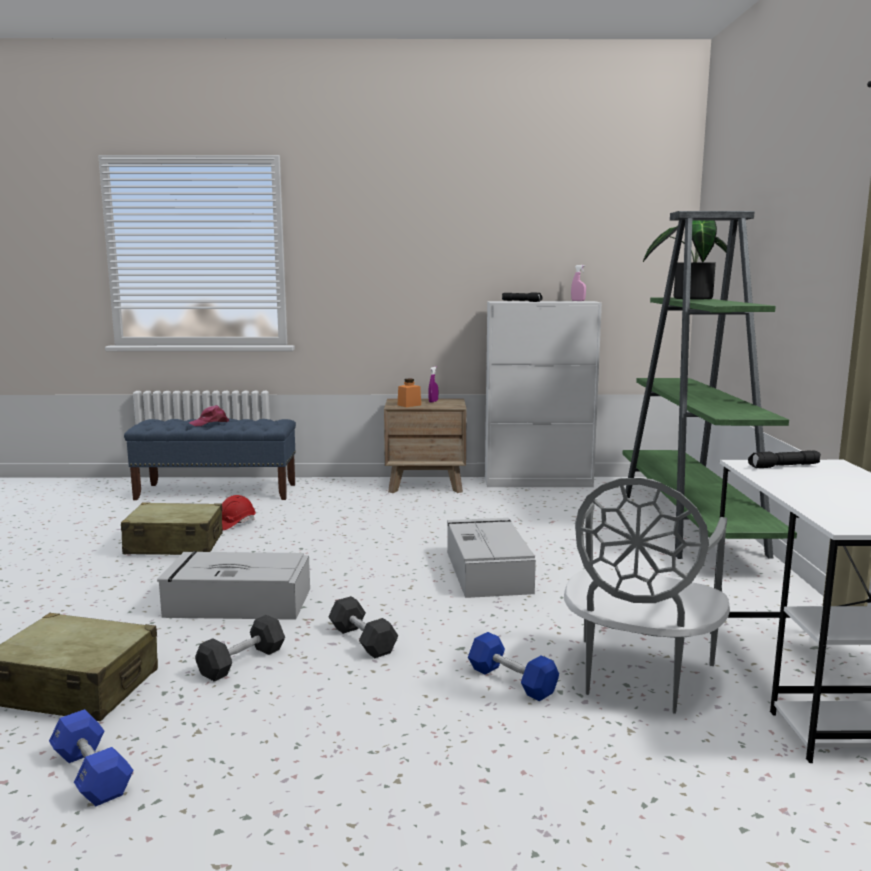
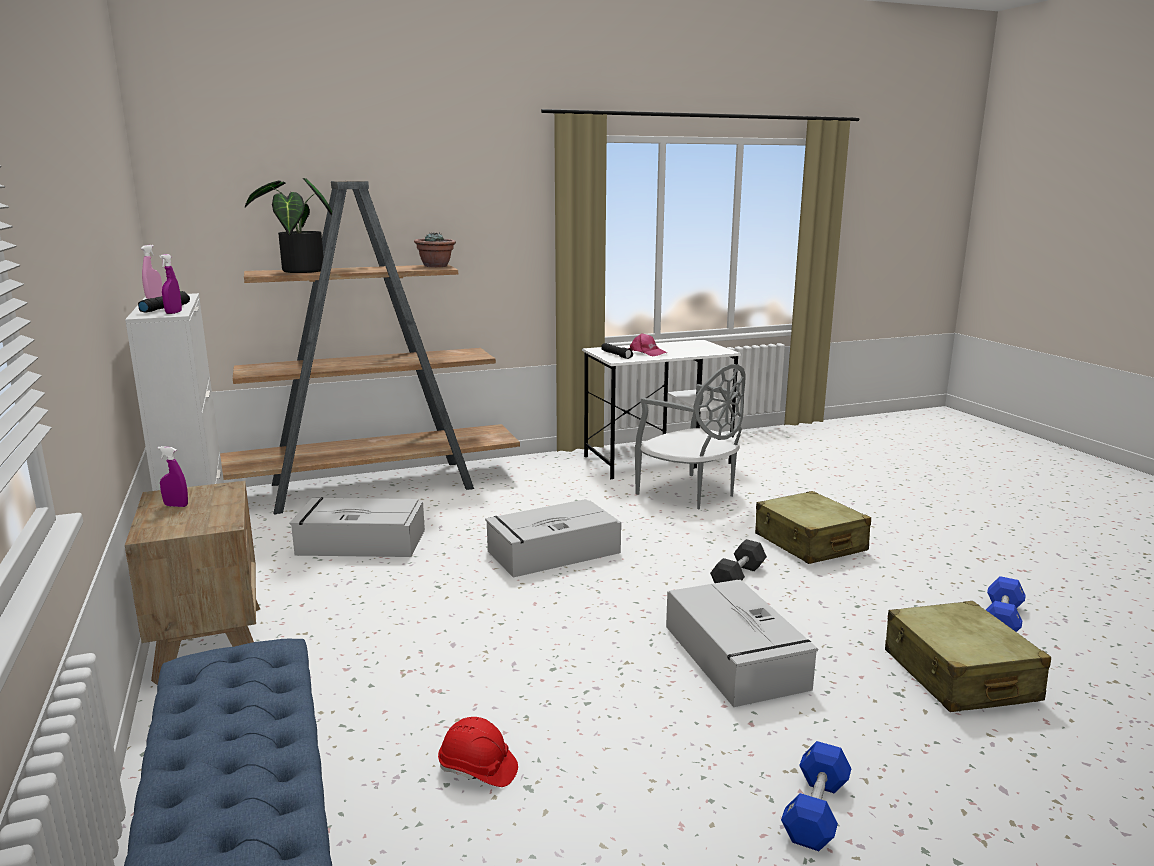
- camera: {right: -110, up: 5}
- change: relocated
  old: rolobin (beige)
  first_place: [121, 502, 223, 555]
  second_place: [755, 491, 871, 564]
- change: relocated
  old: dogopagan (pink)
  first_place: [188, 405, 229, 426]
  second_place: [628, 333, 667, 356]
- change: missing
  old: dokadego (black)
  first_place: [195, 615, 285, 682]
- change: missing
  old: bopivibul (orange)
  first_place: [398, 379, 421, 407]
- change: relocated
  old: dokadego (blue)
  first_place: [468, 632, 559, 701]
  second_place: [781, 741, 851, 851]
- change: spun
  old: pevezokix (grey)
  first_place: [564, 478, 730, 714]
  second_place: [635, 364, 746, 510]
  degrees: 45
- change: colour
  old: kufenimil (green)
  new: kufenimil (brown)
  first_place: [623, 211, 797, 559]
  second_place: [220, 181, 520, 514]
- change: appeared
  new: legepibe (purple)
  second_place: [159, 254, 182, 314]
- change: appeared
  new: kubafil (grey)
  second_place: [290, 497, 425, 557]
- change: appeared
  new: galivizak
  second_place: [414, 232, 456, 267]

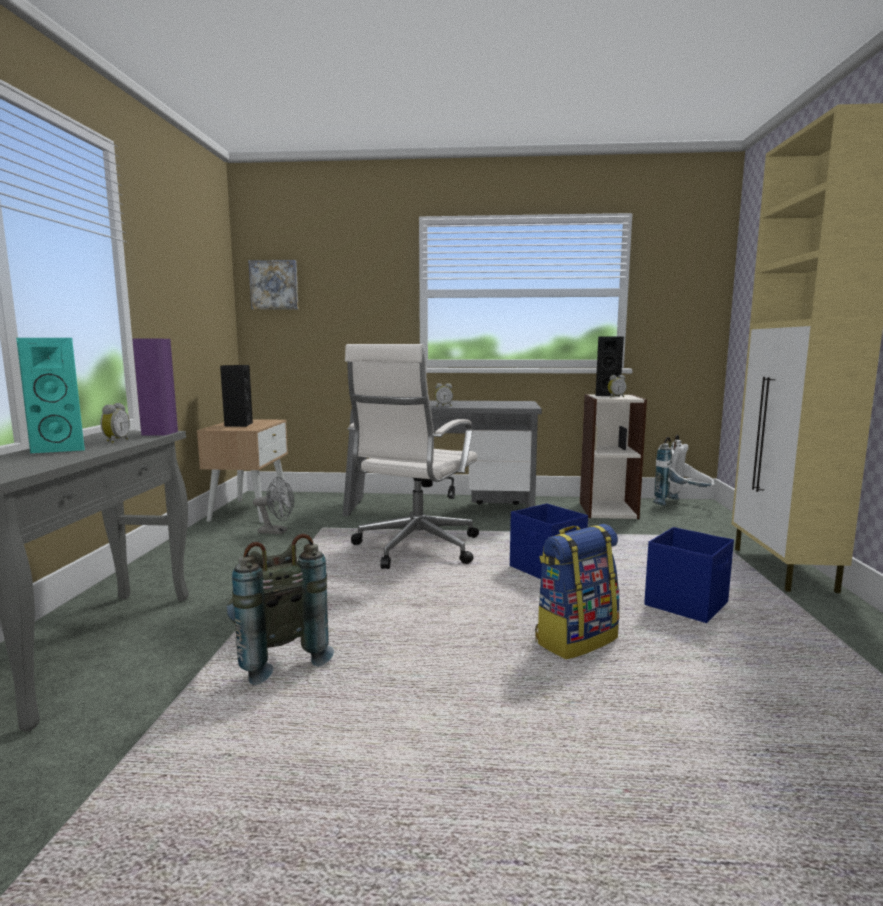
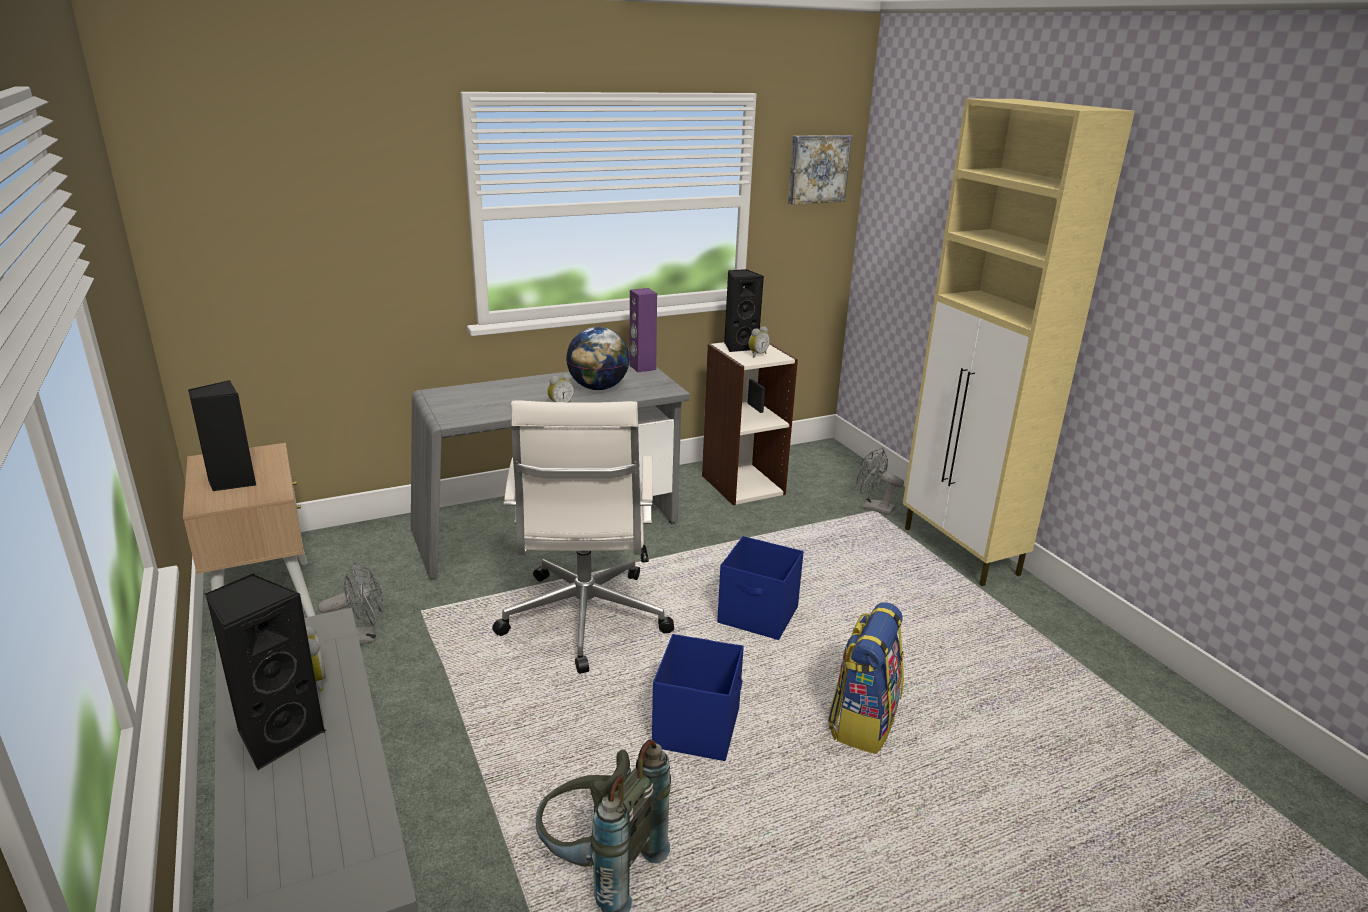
- camera: {right: -30, up: 15}
- change: colour
  old: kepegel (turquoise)
  new: kepegel (black)
  first_place: [16, 338, 85, 454]
  second_place: [205, 573, 326, 770]
- change: relocated
  old: kepegel (purple)
  first_place: [132, 339, 178, 436]
  second_place: [629, 288, 657, 372]
- change: relocated
  old: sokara
  first_place: [248, 260, 299, 310]
  second_place: [788, 135, 852, 205]
- change: relocated
  old: kubafil (blue)
  first_place: [644, 527, 734, 623]
  second_place: [652, 634, 744, 761]
- change: missing
  old: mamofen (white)
  first_place: [653, 435, 715, 506]
- change: appeared
  new: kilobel
  second_place: [566, 327, 630, 390]
- change: appeared
  new: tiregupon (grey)
  second_place: [857, 448, 904, 515]

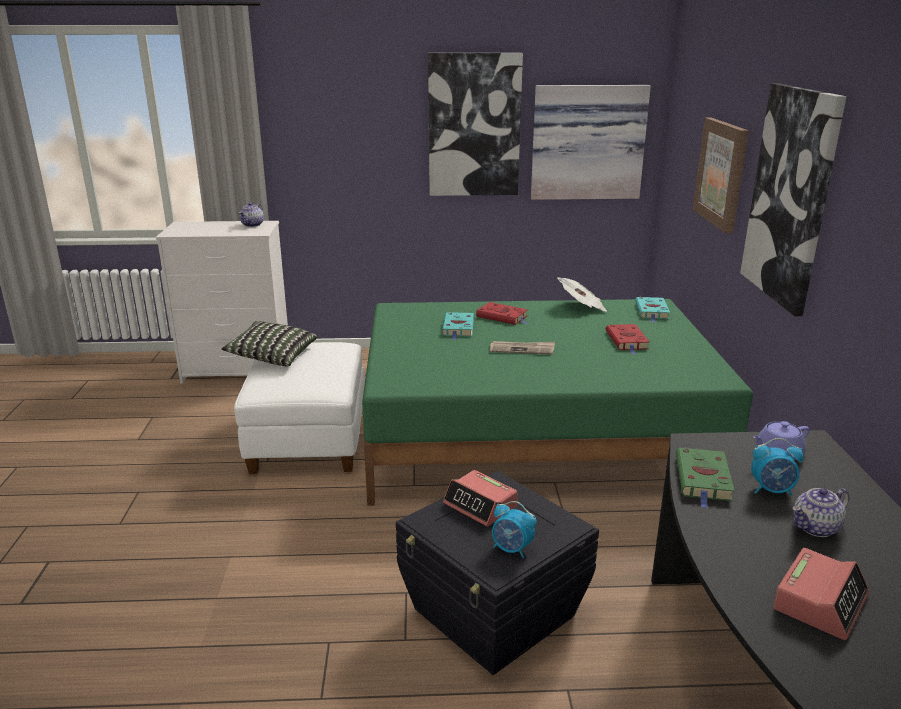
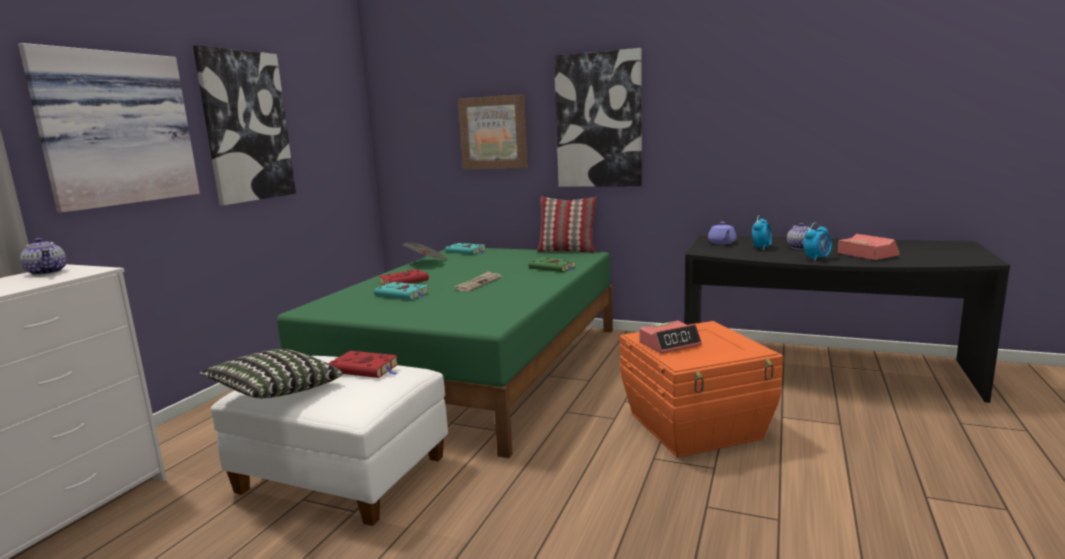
- camera: {right: -65, up: -10}
- change: colour
  old: kubafil (black)
  new: kubafil (orange)
  first_place: [396, 470, 599, 675]
  second_place: [620, 321, 783, 458]
- change: relocated
  old: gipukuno
  first_place: [492, 501, 537, 558]
  second_place: [803, 223, 832, 261]
- change: relocated
  old: sokara
  first_place: [531, 85, 651, 200]
  second_place: [18, 43, 200, 213]
- change: relocated
  old: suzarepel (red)
  first_place: [606, 324, 649, 354]
  second_place: [328, 351, 398, 378]
- change: relocated
  old: suzarepel (green)
  first_place: [676, 448, 735, 508]
  second_place: [529, 257, 576, 272]
- change: appeared
  new: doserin
  second_place: [537, 197, 597, 253]

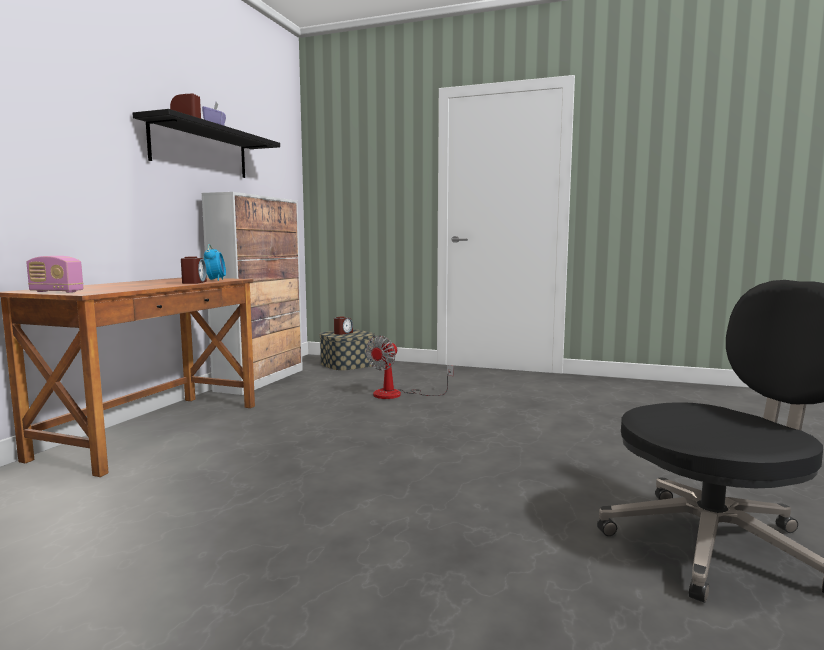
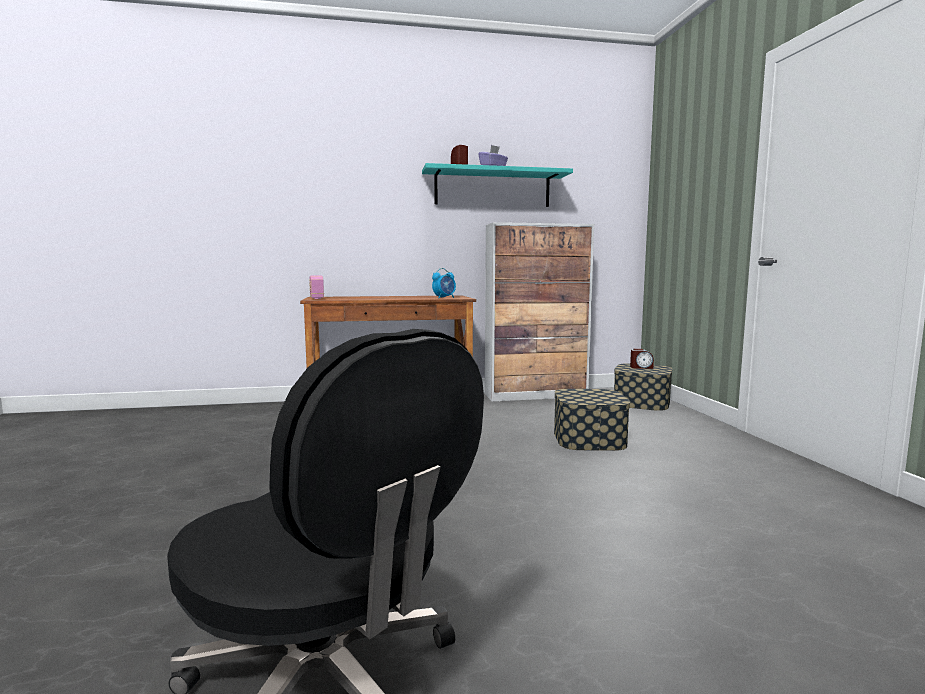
- camera: {right: 60, up: 0}
- change: colour
  old: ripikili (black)
  new: ripikili (turquoise)
  first_place: [133, 109, 280, 178]
  second_place: [422, 163, 573, 207]
- change: missing
  old: gipukuno
  first_place: [181, 257, 207, 284]
- change: exchanged
  old: tiregupon
  new: kubafil
  first_place: [365, 335, 454, 399]
  second_place: [554, 389, 630, 451]

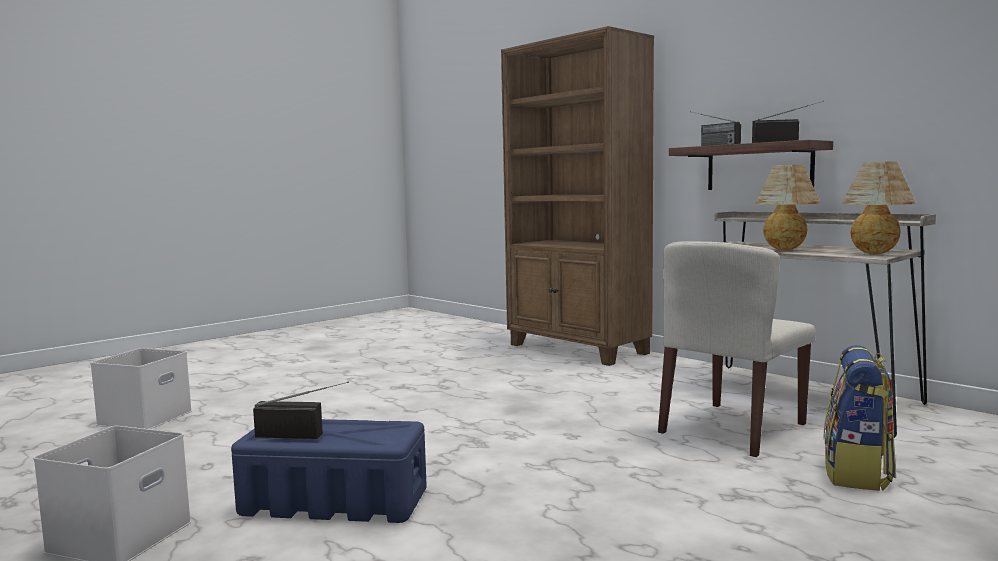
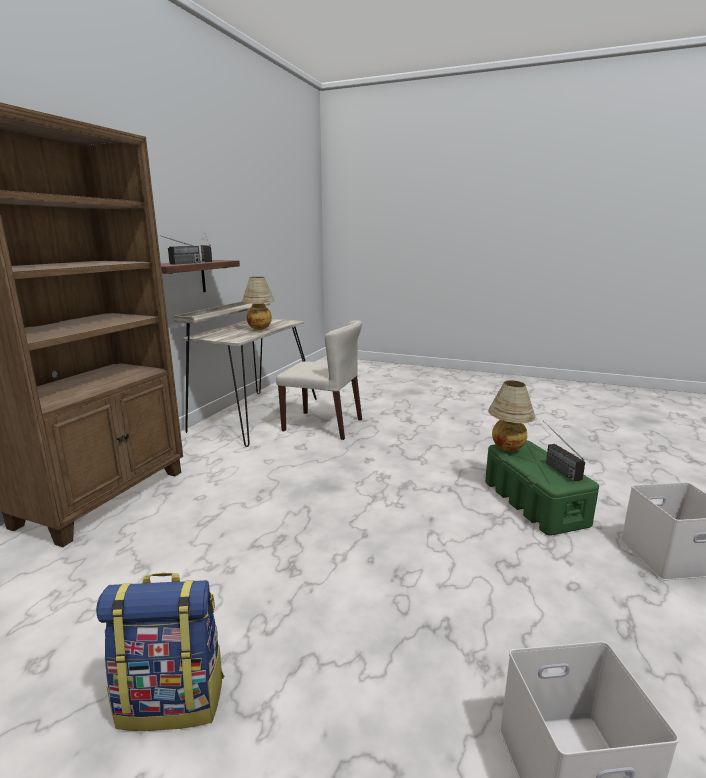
- camera: {right: -115, up: 10}
- change: colour
  old: kubafil (blue)
  new: kubafil (green)
  first_place: [231, 419, 427, 523]
  second_place: [485, 440, 599, 536]
- change: relocated
  old: mamofen
  first_place: [824, 345, 896, 491]
  second_place: [96, 573, 224, 731]
- change: relocated
  old: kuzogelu
  first_place: [842, 161, 916, 254]
  second_place: [488, 380, 535, 451]

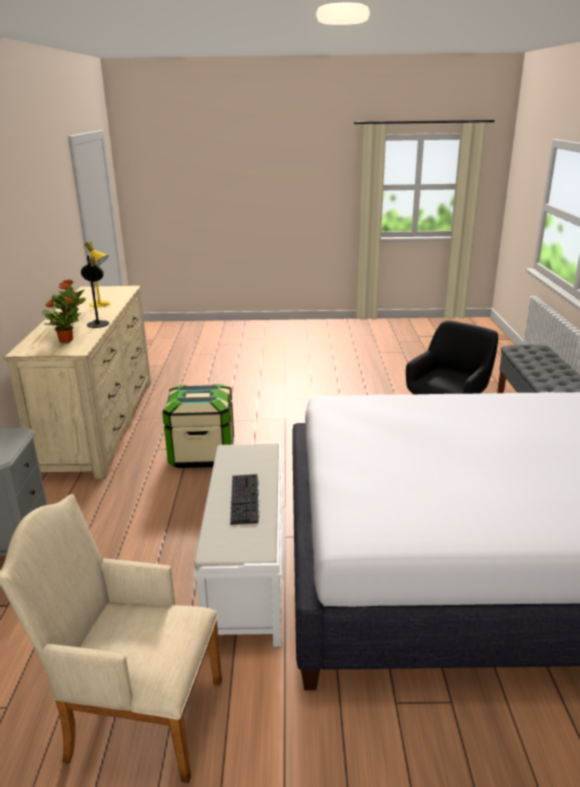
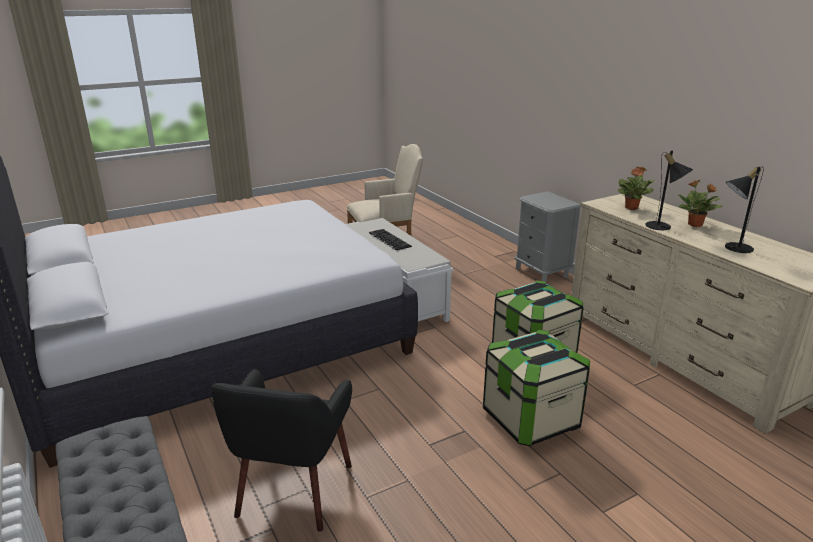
- camera: {right: 150, up: 0}
- change: colour
  old: kuzogelu (yellow)
  new: kuzogelu (black)
  first_place: [84, 241, 110, 307]
  second_place: [725, 166, 764, 253]
- change: appeared
  new: kubafil
  second_place: [483, 330, 590, 446]

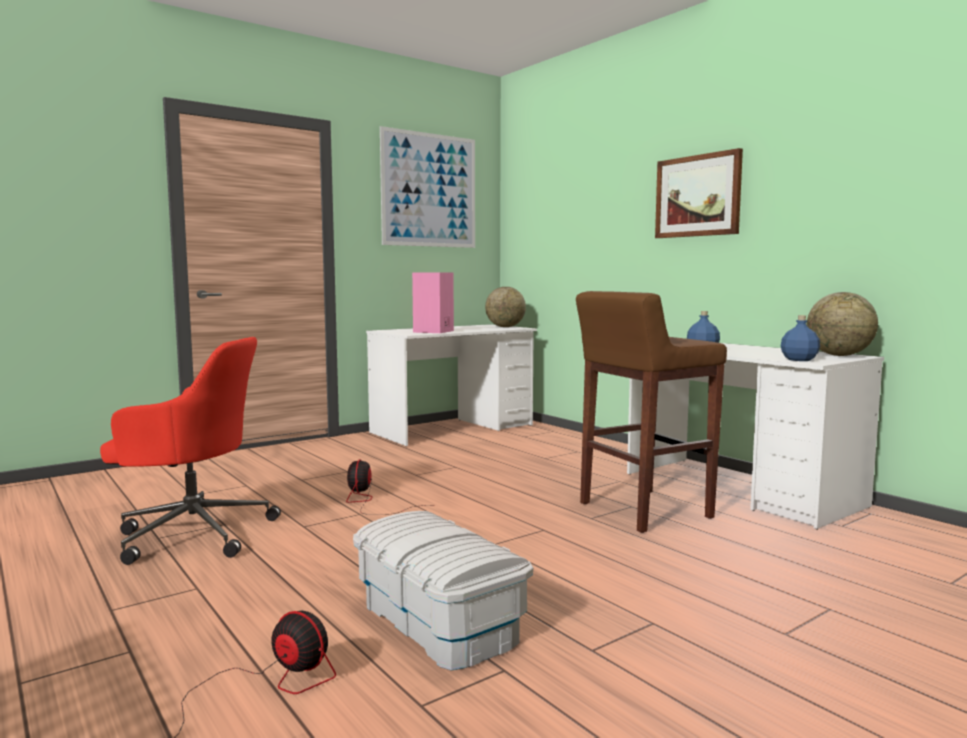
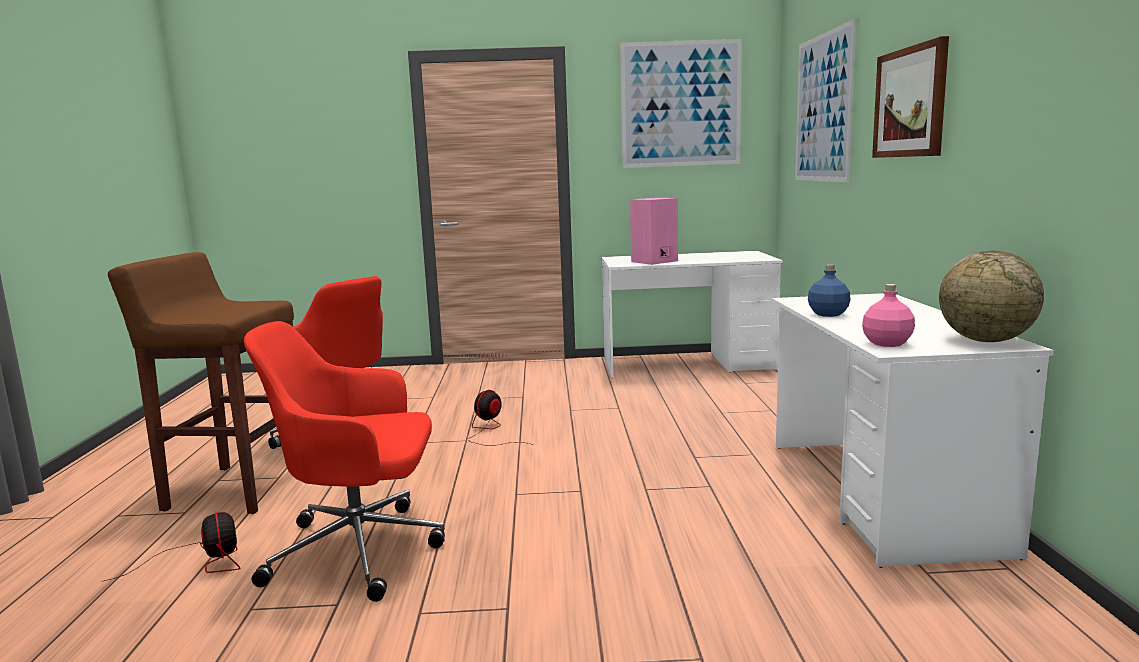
- camera: {right: 35, up: 5}
- change: exchanged
  old: kubafil (white)
  new: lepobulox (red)
  first_place: [353, 511, 533, 671]
  second_place: [244, 321, 445, 602]
- change: missing
  old: kilobel
  first_place: [485, 287, 526, 327]
- change: relocated
  old: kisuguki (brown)
  first_place: [576, 291, 727, 533]
  second_place: [108, 252, 294, 514]
- change: colour
  old: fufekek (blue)
  new: fufekek (pink)
  first_place: [781, 315, 820, 361]
  second_place: [862, 284, 915, 347]
- change: appeared
  new: sokara
  second_place: [795, 19, 856, 182]

